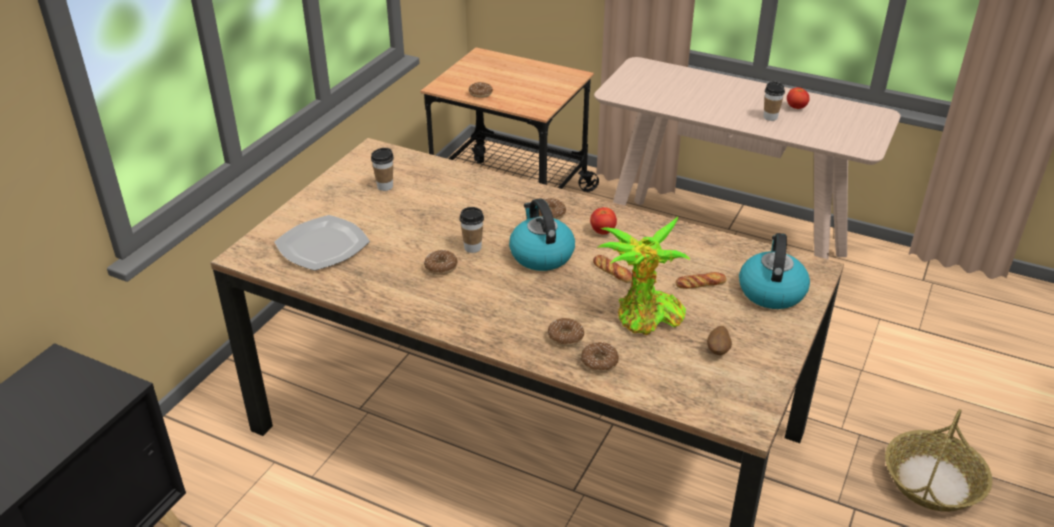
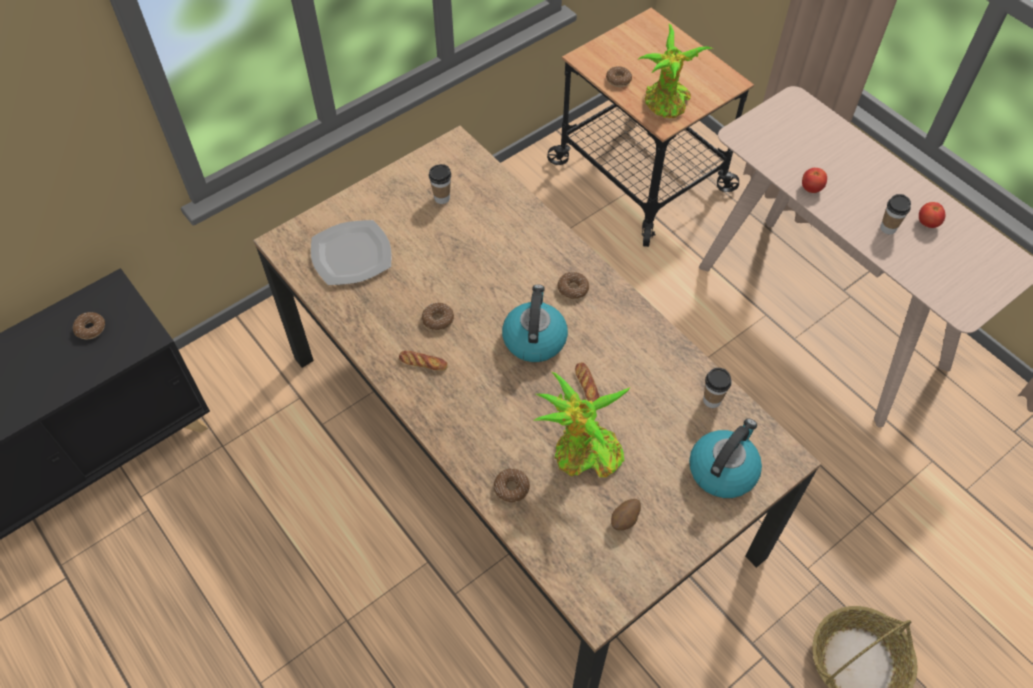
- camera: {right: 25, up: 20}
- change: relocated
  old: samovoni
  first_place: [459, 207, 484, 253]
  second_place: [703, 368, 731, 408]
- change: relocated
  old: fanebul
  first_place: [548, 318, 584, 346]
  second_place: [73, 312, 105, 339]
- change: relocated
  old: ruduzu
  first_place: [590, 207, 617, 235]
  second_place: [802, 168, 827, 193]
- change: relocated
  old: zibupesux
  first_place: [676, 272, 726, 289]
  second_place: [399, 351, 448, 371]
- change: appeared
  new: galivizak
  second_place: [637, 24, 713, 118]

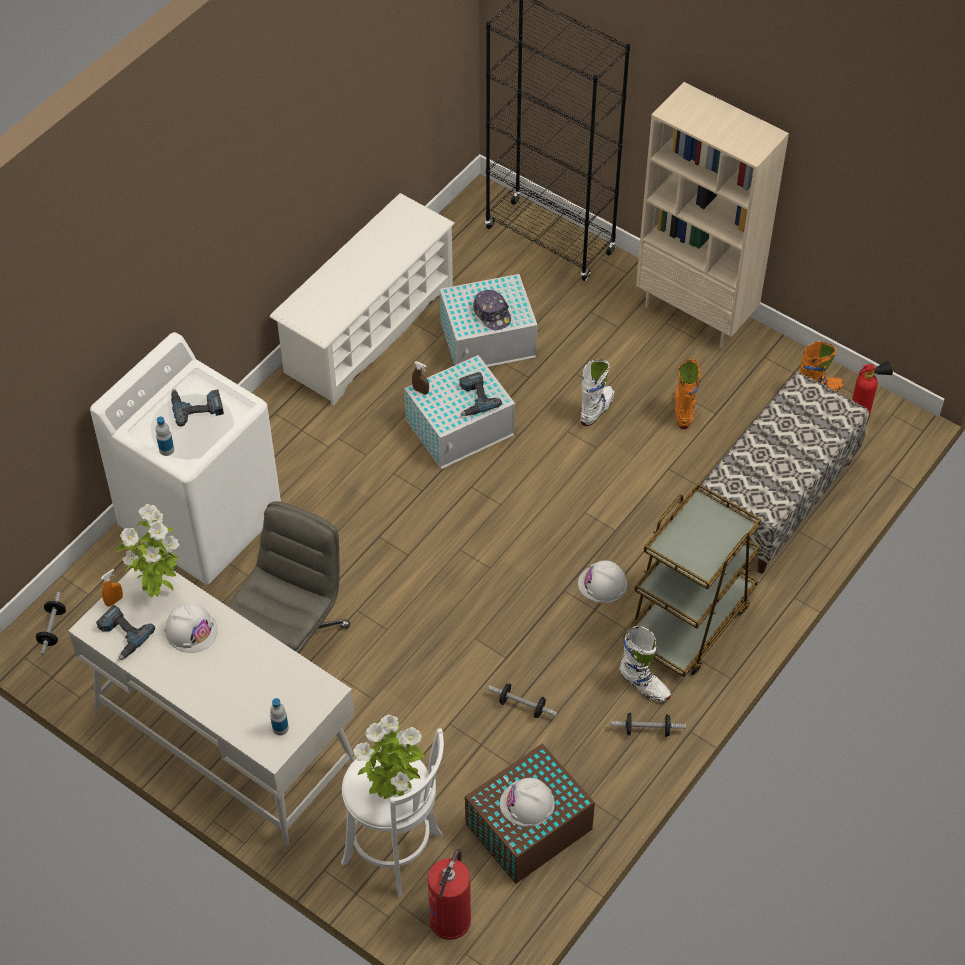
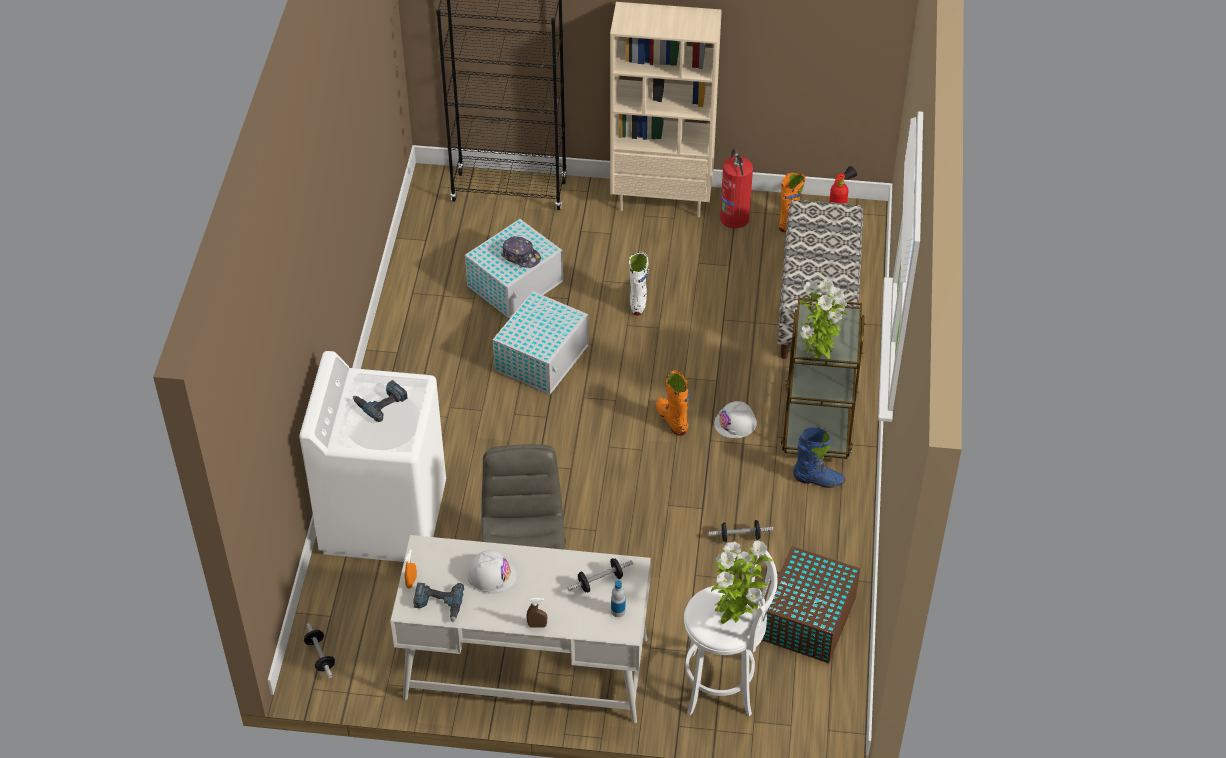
- camera: {right: -30, up: -5}
- change: relocated
  old: galivizak
  first_place: [116, 504, 180, 598]
  second_place: [800, 279, 848, 359]
- change: missing
  old: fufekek
  first_place: [156, 416, 174, 456]
- change: missing
  old: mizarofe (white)
  first_place: [270, 193, 455, 405]
- change: relocated
  old: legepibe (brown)
  first_place: [412, 361, 429, 395]
  second_place: [527, 598, 547, 628]
- change: relocated
  old: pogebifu
  first_place: [428, 849, 471, 940]
  second_place: [720, 148, 753, 228]
- change: missing
  old: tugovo
  first_place: [459, 372, 502, 416]
- change: missing
  old: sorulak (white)
  first_place: [500, 778, 555, 827]
- change: relocated
  old: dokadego
  first_place: [611, 713, 686, 737]
  second_place: [567, 558, 633, 592]
- change: colour
  old: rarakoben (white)
  new: rarakoben (blue)
  first_place: [620, 626, 671, 702]
  second_place: [793, 427, 846, 488]
- change: relocated
  old: rarakoben (orange)
  first_place: [674, 359, 700, 429]
  second_place: [656, 371, 689, 436]

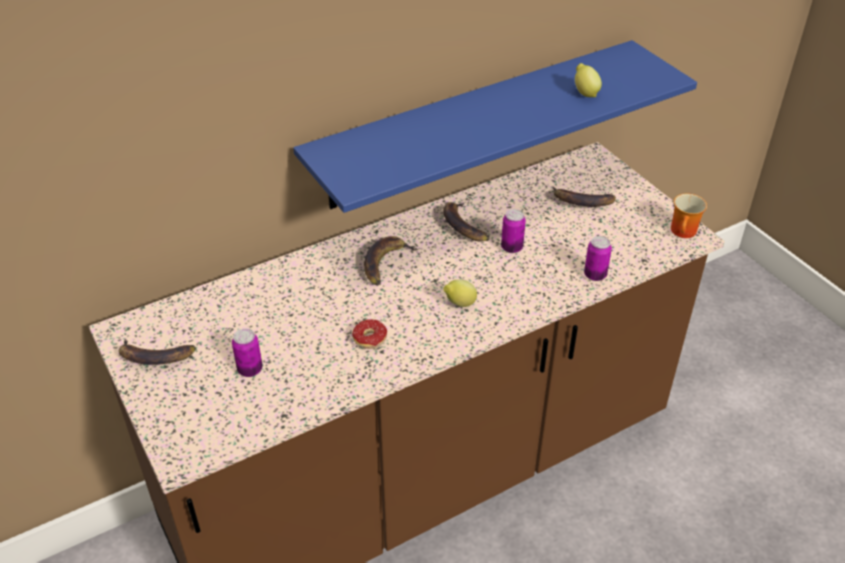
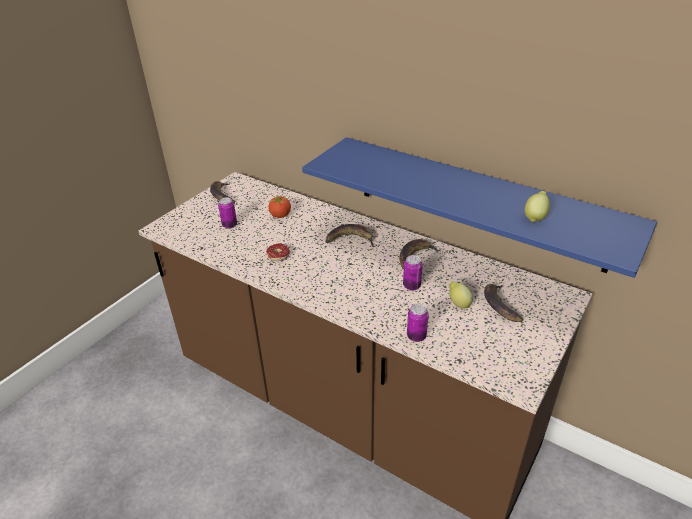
- camera: {right: 65, up: -5}
- change: relocated
  old: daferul
  first_place: [443, 279, 477, 307]
  second_place: [449, 281, 473, 309]
- change: missing
  old: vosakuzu
  first_place: [671, 193, 707, 238]
- change: appeared
  new: ruduzu
  second_place: [268, 195, 291, 218]

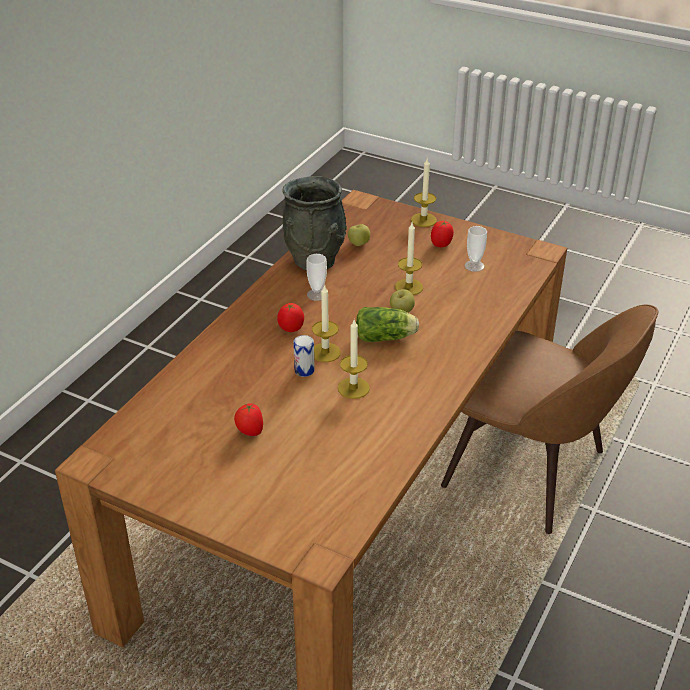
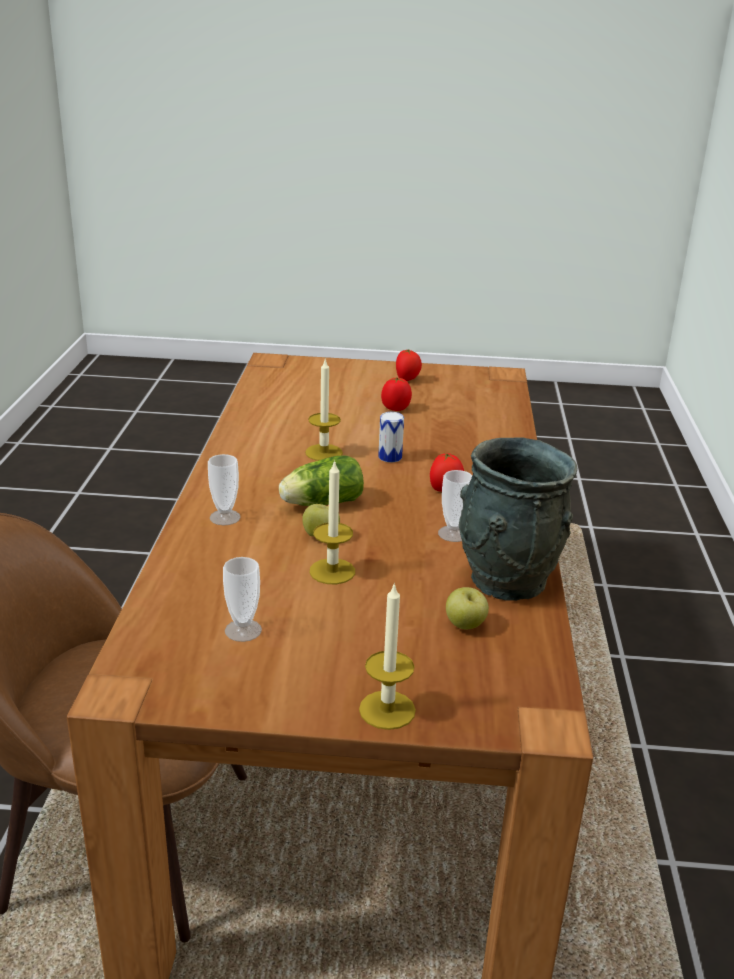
- camera: {right: 155, up: -10}
- change: missing
  old: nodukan
  first_place: [312, 284, 341, 362]
- change: relocated
  old: ruduzu
  first_place: [431, 221, 454, 247]
  second_place: [396, 350, 422, 381]
- change: appeared
  new: samovoni
  second_place: [208, 454, 241, 525]

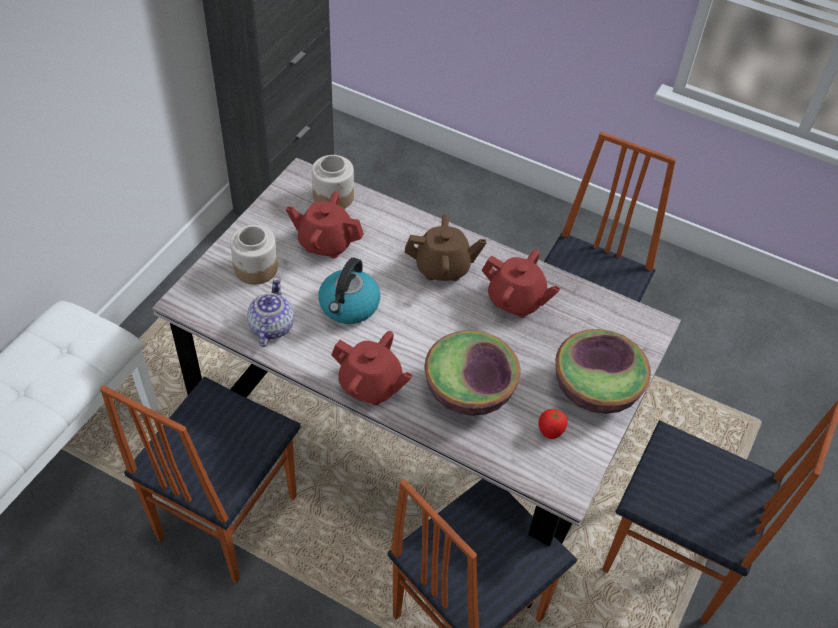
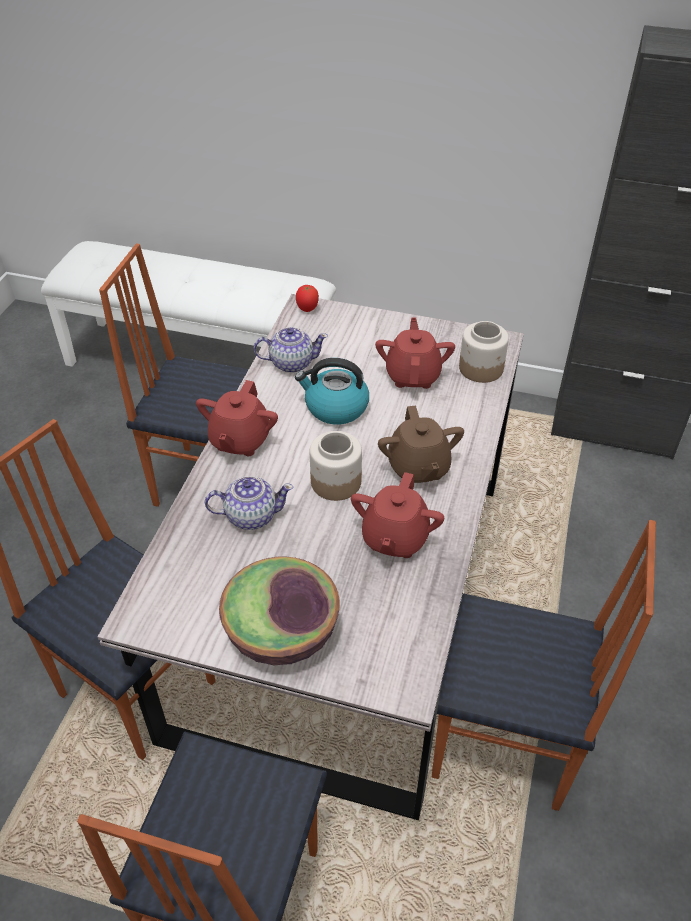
- camera: {right: 80, up: -5}
- change: relocated
  old: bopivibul
  first_place: [230, 225, 278, 285]
  second_place: [310, 431, 362, 501]
- change: exchanged
  old: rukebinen
  new: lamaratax
  first_place: [424, 330, 520, 416]
  second_place: [205, 476, 294, 530]
- change: relocated
  old: ruduzu
  first_place: [538, 409, 568, 439]
  second_place: [296, 285, 319, 312]

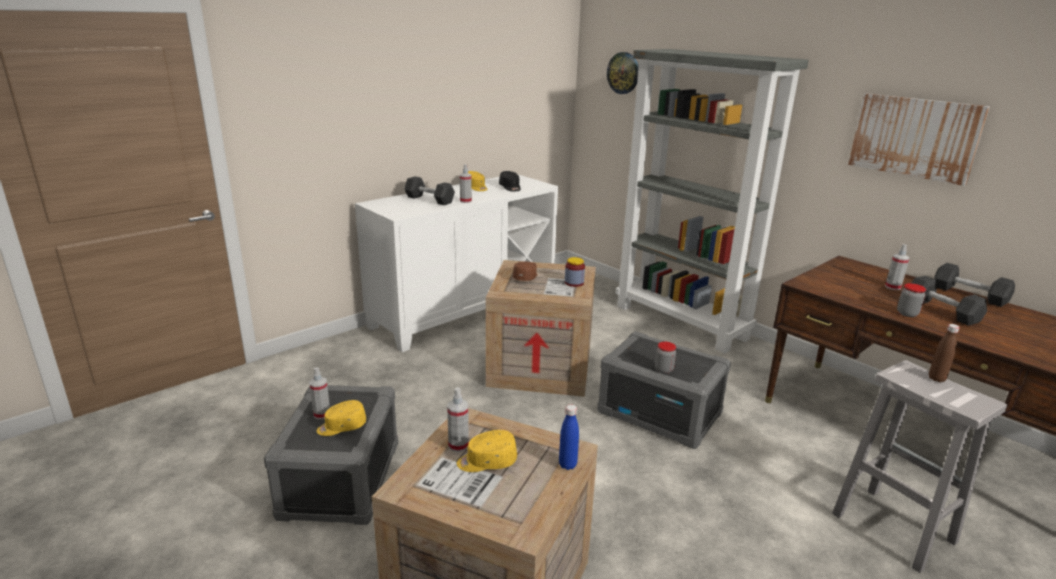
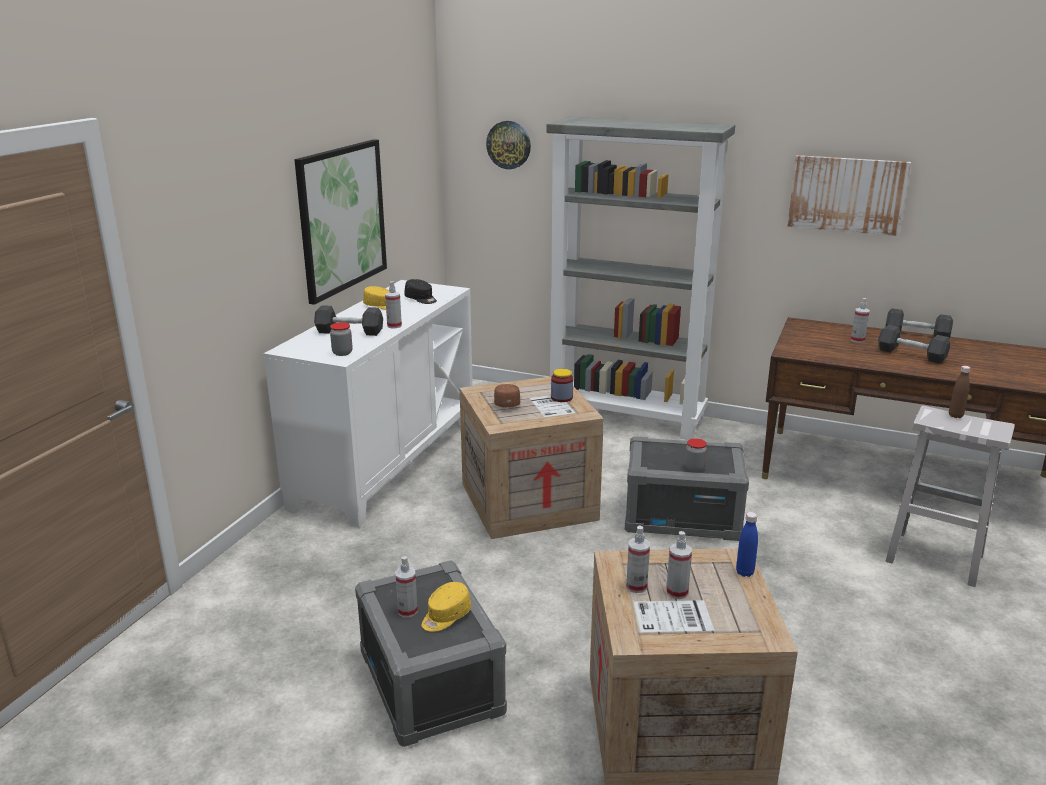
- camera: {right: -25, up: 0}
- change: exchanged
  old: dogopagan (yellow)
  new: legepibe
  first_place: [456, 430, 517, 472]
  second_place: [666, 531, 692, 599]
- change: relocated
  old: bopivibul
  first_place: [897, 283, 926, 317]
  second_place: [330, 322, 352, 356]
- change: appeared
  new: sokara
  second_place: [295, 139, 387, 305]

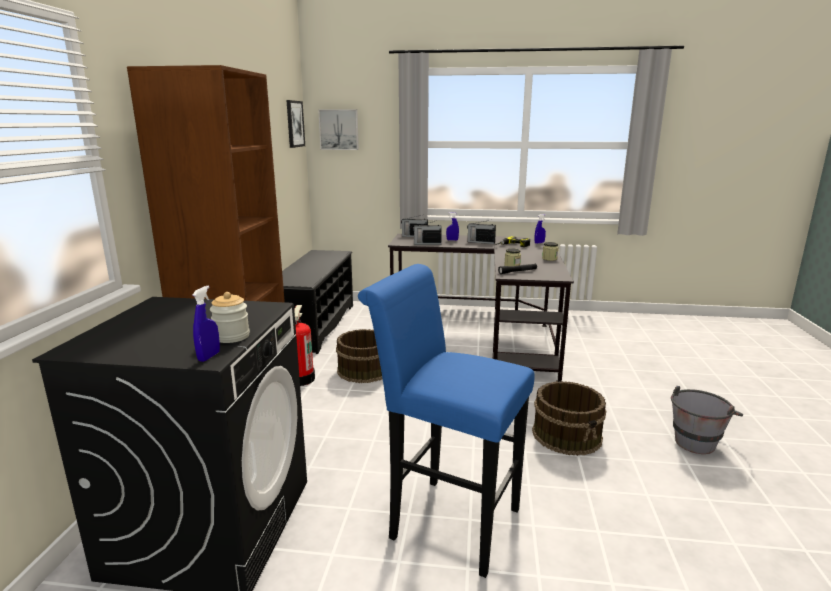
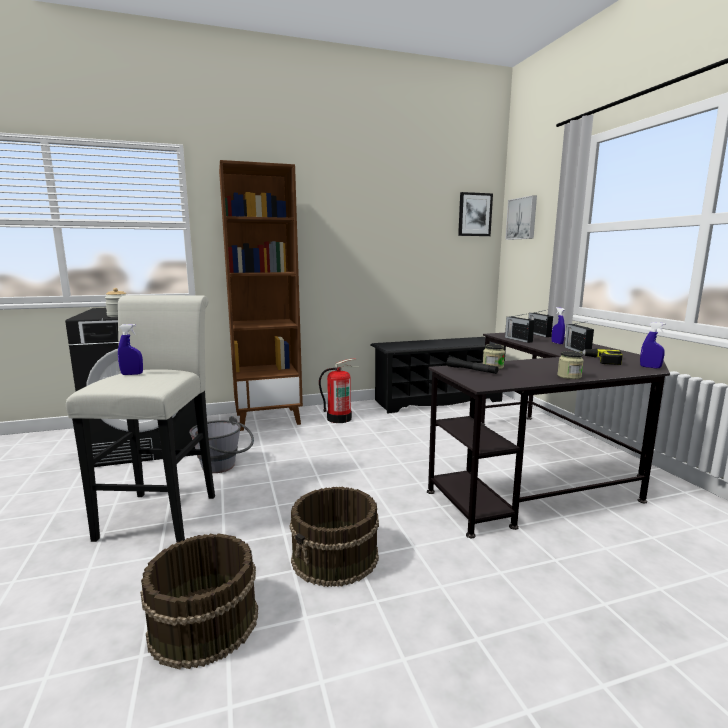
- camera: {right: 65, up: -5}
- change: relocated
  old: legepibe (blue)
  first_place: [193, 285, 220, 362]
  second_place: [118, 324, 143, 375]
- change: relocated
  old: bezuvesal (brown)
  first_place: [336, 329, 383, 383]
  second_place: [140, 533, 258, 669]
- change: colour
  old: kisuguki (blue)
  new: kisuguki (white)
  first_place: [358, 264, 535, 578]
  second_place: [66, 295, 215, 542]
- change: relocated
  old: bezuvesal (grey)
  first_place: [671, 386, 743, 454]
  second_place: [189, 416, 254, 473]

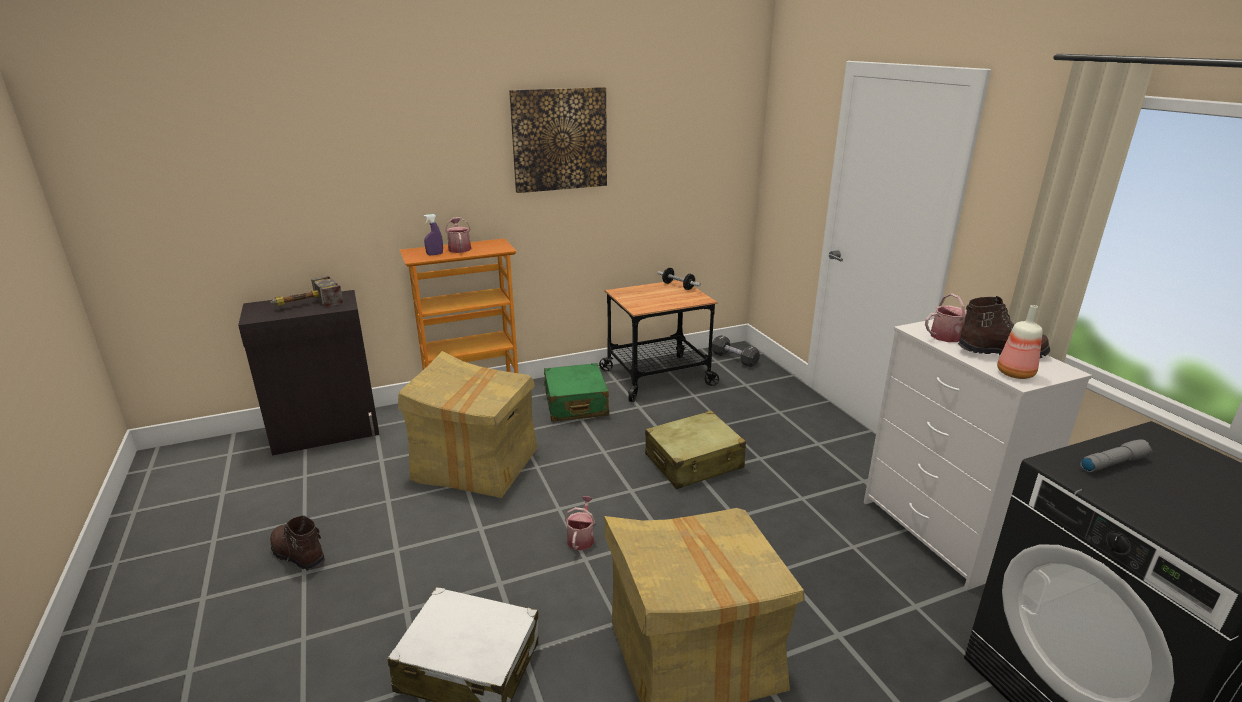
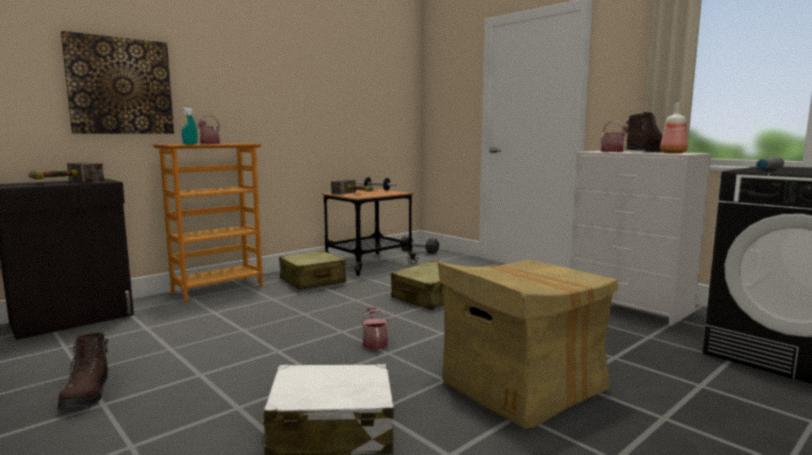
- camera: {right: -20, up: -15}
- change: spun
  old: rarakoben (brown)
  first_place: [270, 515, 325, 570]
  second_place: [57, 333, 110, 409]
  degrees: -120
- change: missing
  old: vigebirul
  first_place: [398, 351, 538, 498]
- change: colour
  old: legepibe (purple)
  new: legepibe (turquoise)
  first_place: [423, 214, 443, 255]
  second_place: [182, 108, 198, 144]
- change: relocated
  old: sokara
  first_place: [509, 87, 607, 193]
  second_place: [61, 31, 174, 134]
- change: colour
  old: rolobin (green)
  new: rolobin (beige)
  first_place: [543, 363, 609, 421]
  second_place: [279, 251, 346, 290]
- change: appeared
  new: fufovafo
  second_place: [331, 180, 374, 195]

